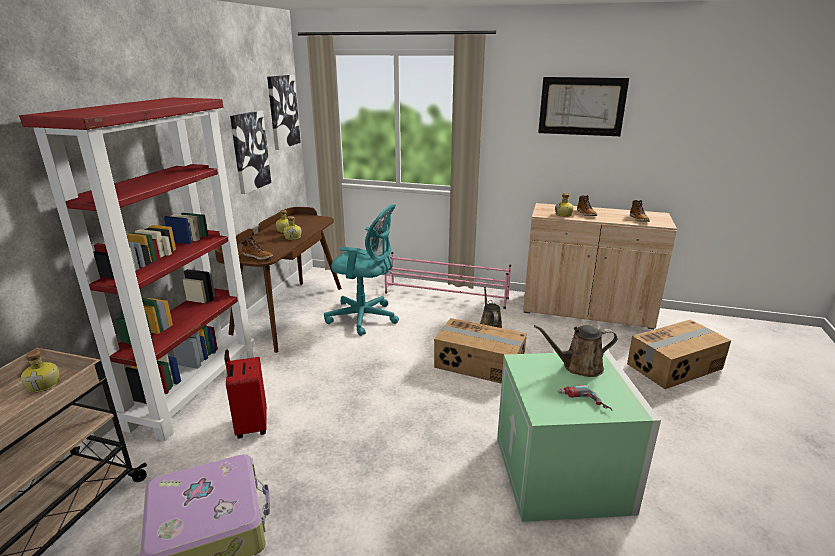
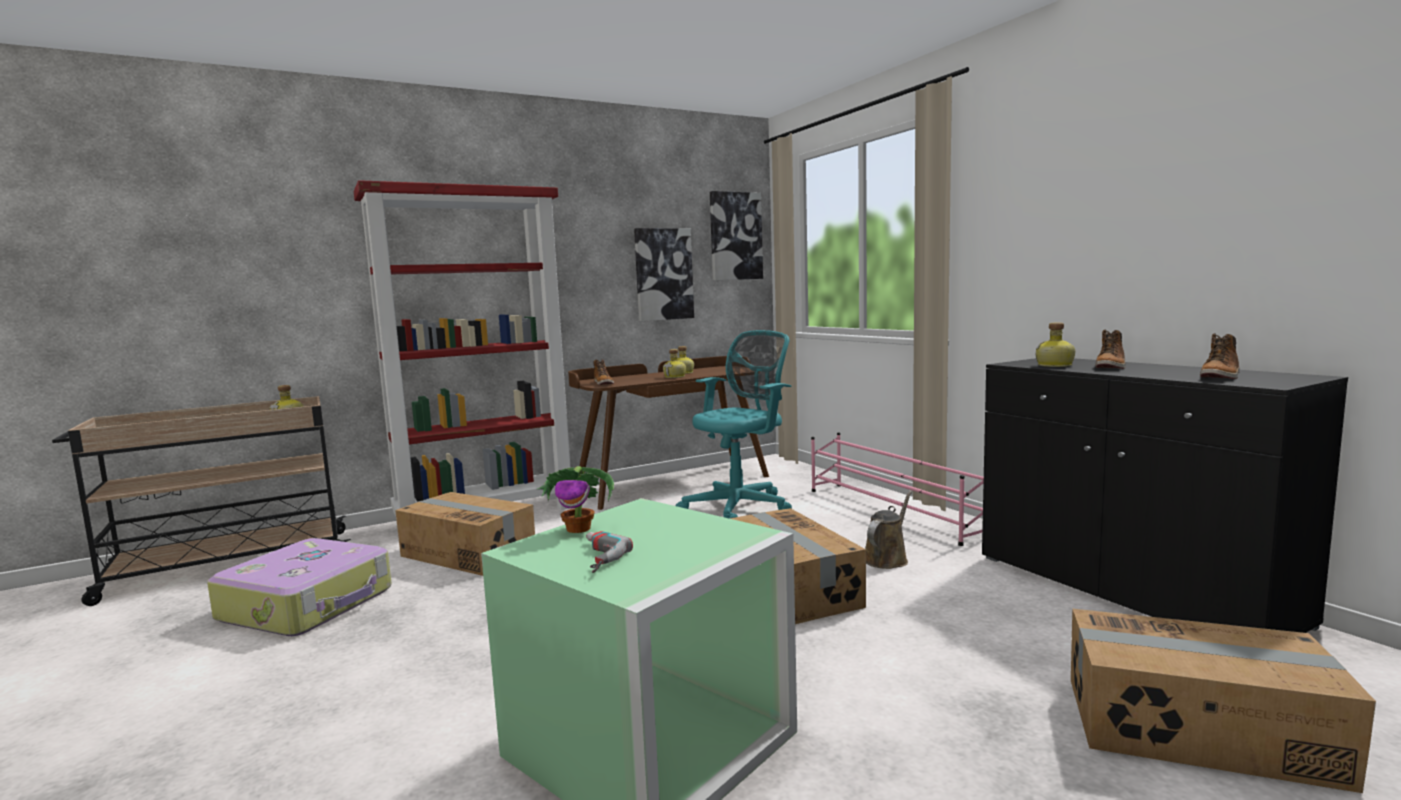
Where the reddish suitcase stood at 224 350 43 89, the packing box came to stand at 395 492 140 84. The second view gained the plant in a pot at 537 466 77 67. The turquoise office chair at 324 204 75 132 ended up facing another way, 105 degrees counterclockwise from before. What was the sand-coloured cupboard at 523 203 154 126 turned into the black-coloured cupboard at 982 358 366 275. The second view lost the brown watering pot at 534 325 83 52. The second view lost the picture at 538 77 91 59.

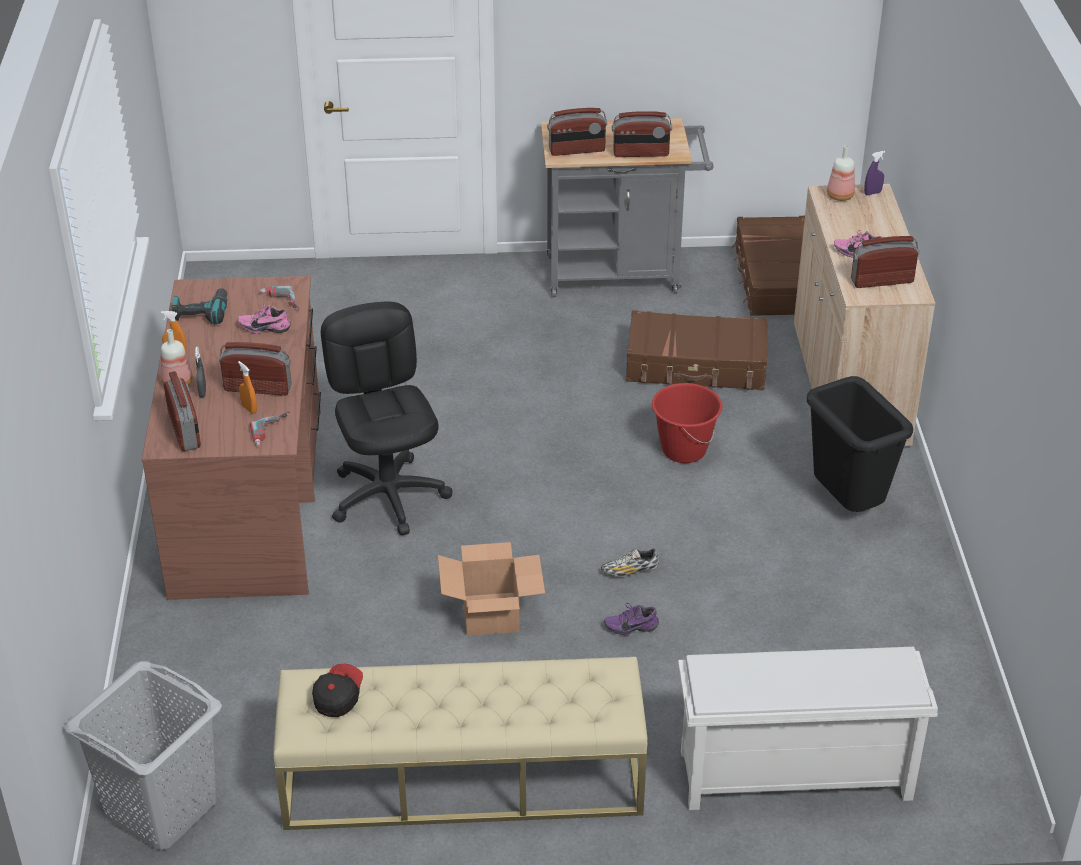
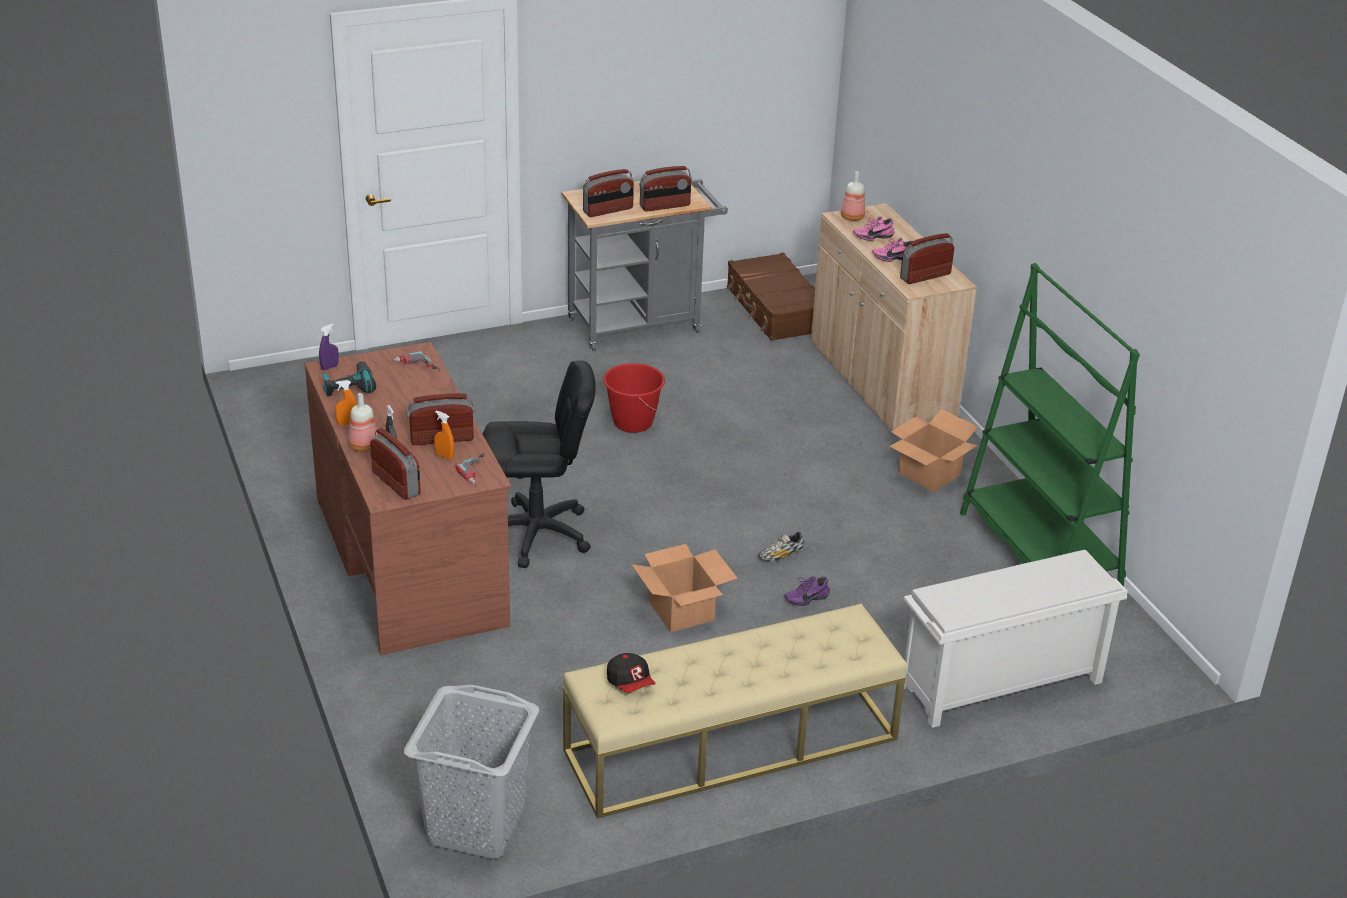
The purple-coloured spray bottle ended up elsewhere, having gone from 864 151 21 44 to 319 324 20 46. The black-coloured office chair at 321 302 131 234 ended up facing another way, 120 degrees clockwise from before. The reddish pail ended up elsewhere, having gone from 652 383 70 80 to 603 363 62 70. The peaked cap at 312 664 51 53 ended up facing another way, 150 degrees clockwise from before. The pink shoe ended up elsewhere, having gone from 238 304 53 30 to 853 216 42 25. Where the black-coloured rubbish bin stood at 807 376 106 136, the packing box came to stand at 889 409 89 83. The second view gained the greenish bookshelf at 960 263 180 323. The second view lost the brown suitcase at 626 310 142 81.

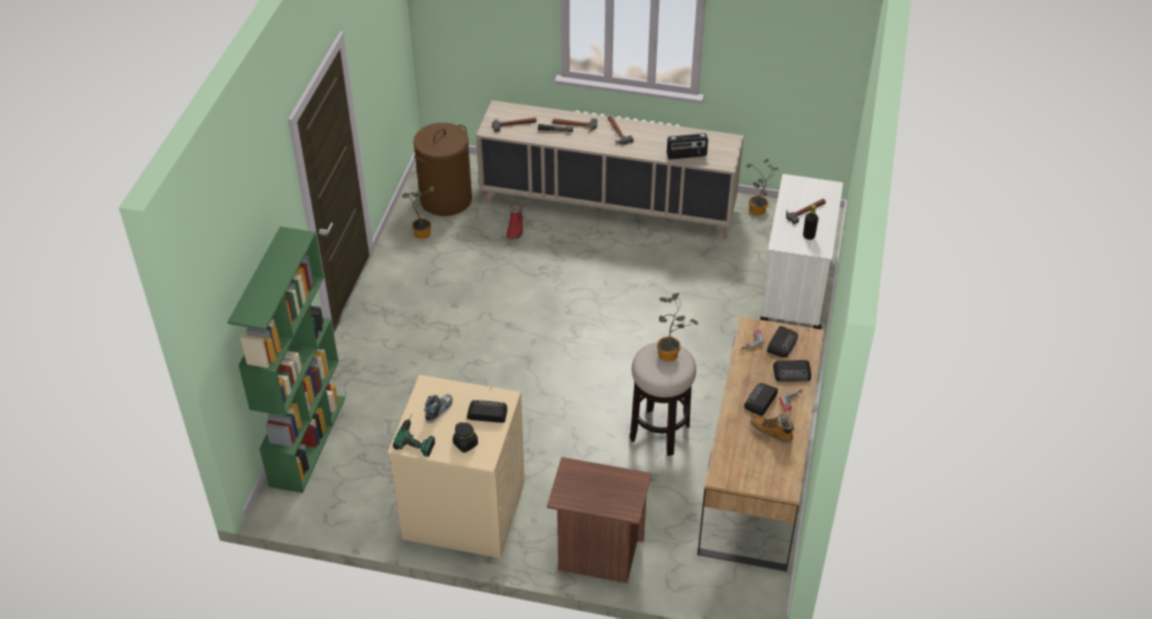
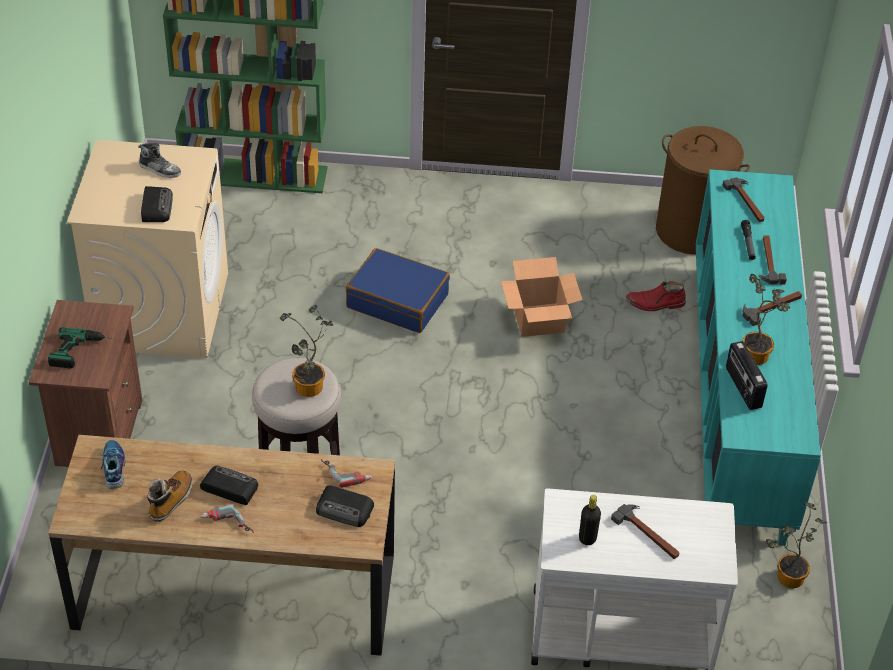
The electric drill ended up elsewhere, having gone from 393 414 42 43 to 48 327 67 41. The second view gained the shoe at 101 440 25 49. The second view gained the bluish suitcase at 346 248 104 85. The second view gained the packing box at 501 257 81 80. What was the sand-coloured cupboard at 476 100 268 139 turned into the turquoise cupboard at 696 169 125 377. The plant in a pot ended up elsewhere, having gone from 402 186 33 53 to 743 274 47 91. The second view lost the black-coloured preserve jar at 453 422 25 31. The second view lost the radio receiver at 773 360 38 22.

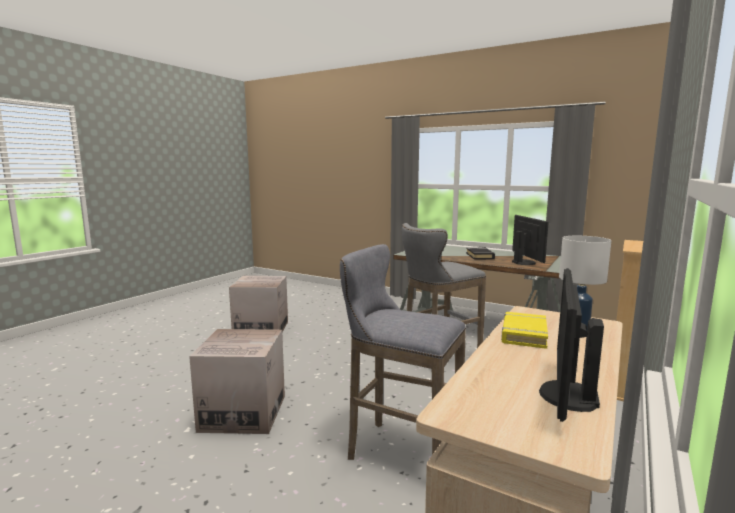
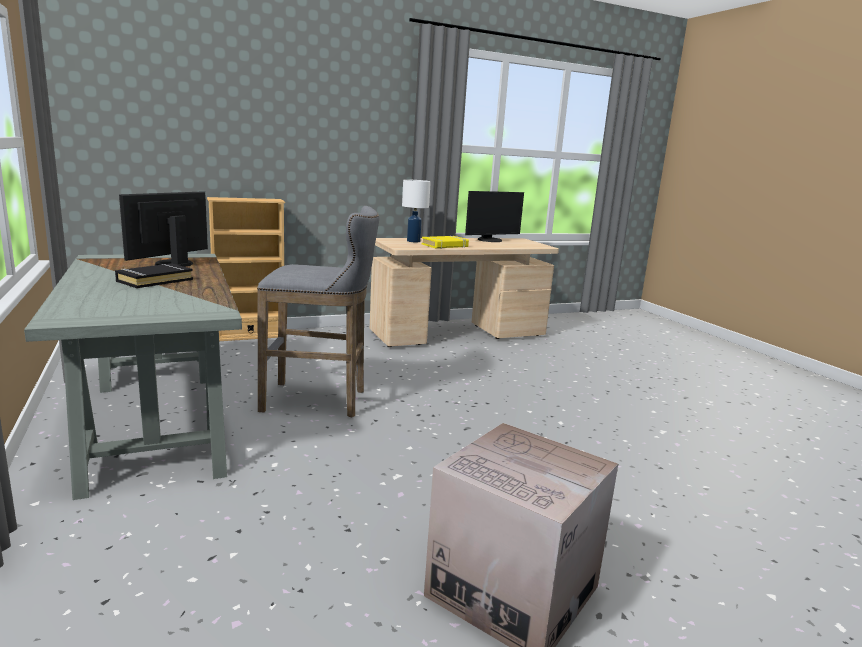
The second view lost the packing box at 189 329 96 105. The second view lost the grey sitting stool at 340 244 126 216.

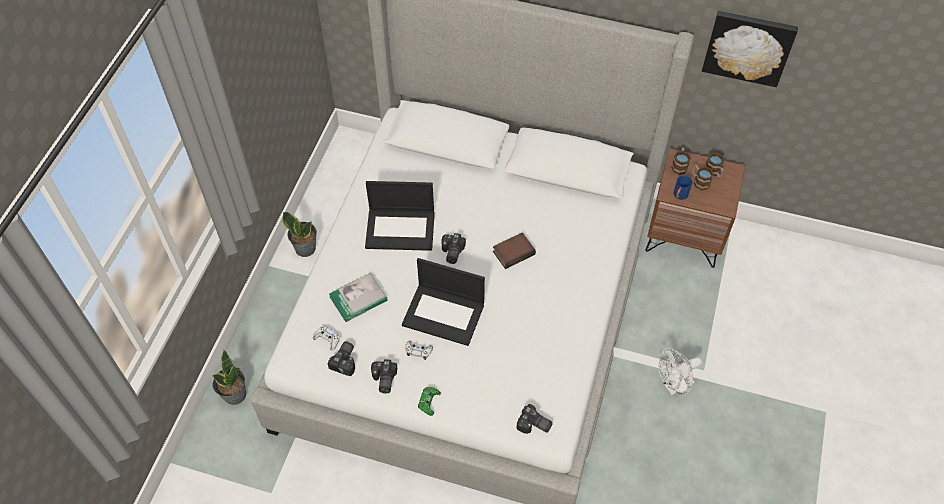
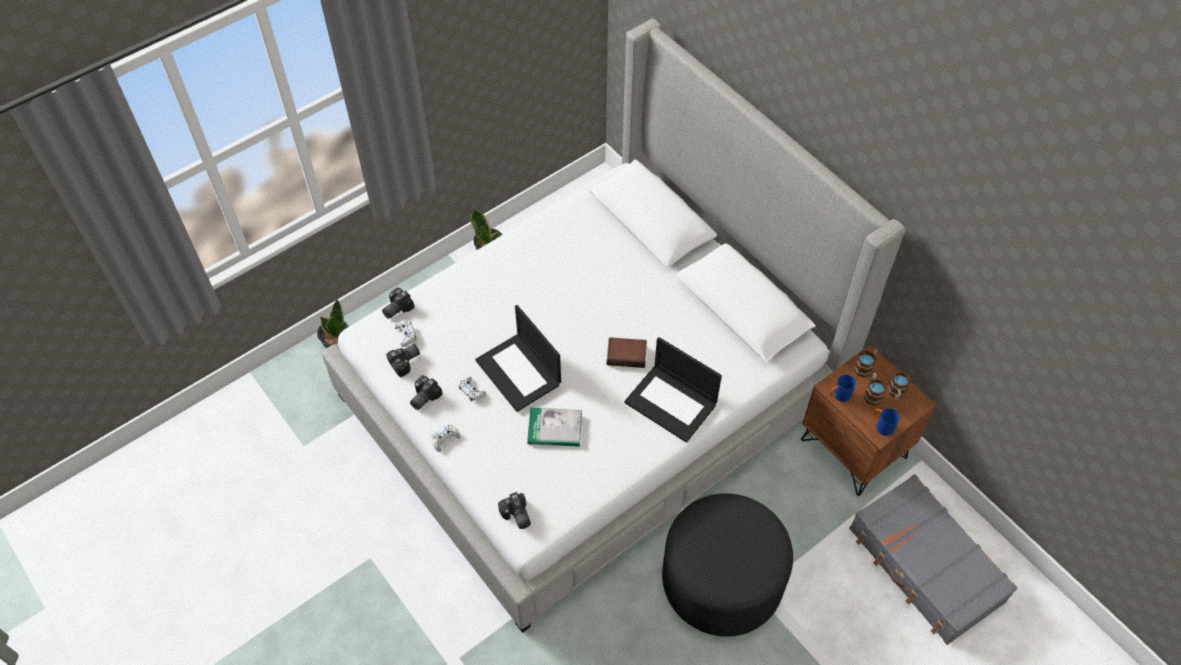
The photo camera ended up elsewhere, having gone from 442 233 24 31 to 382 288 33 31. What was the greenish gamepad at 418 387 23 29 turned into the white gamepad at 431 424 30 28. The bound book ended up elsewhere, having gone from 329 273 59 49 to 527 408 55 39. The notebook computer ended up elsewhere, having gone from 365 181 70 70 to 624 337 98 106. Where the white fan stood at 658 348 44 47, the black-coloured pouffe came to stand at 662 493 131 144. The second view gained the grey suitcase at 849 474 169 171. The second view gained the bluish mug at 874 408 26 28. The second view lost the picture at 702 11 96 76.

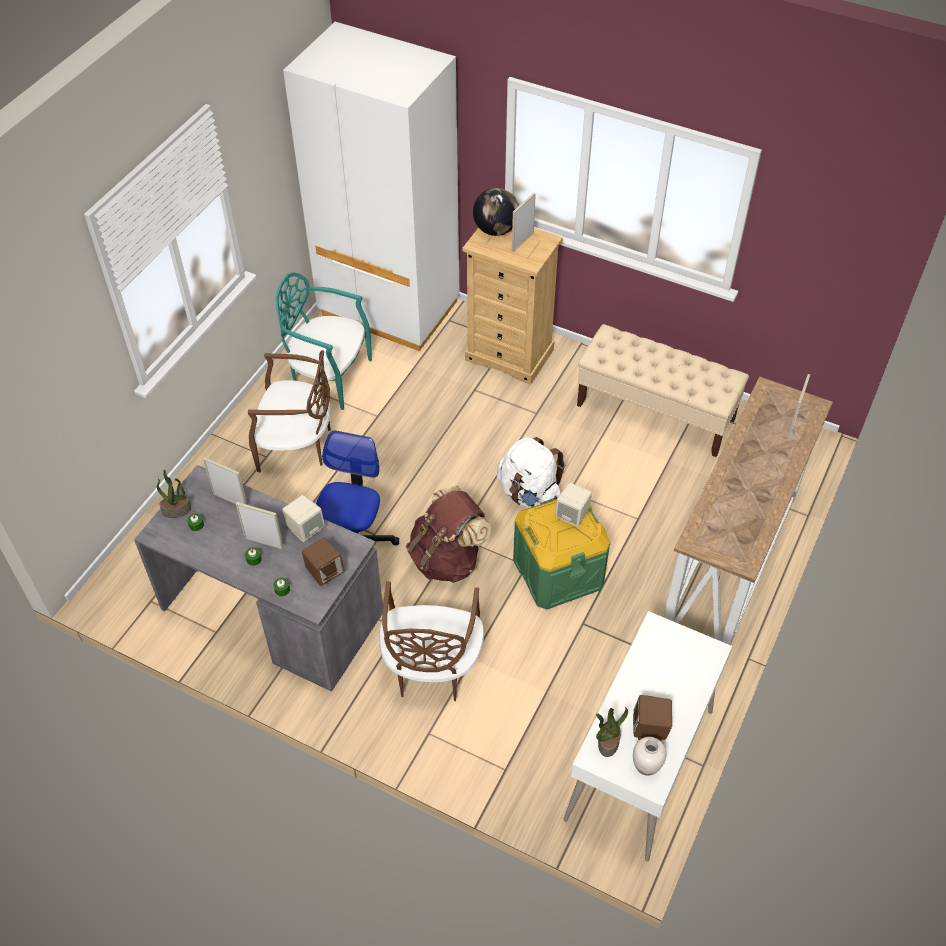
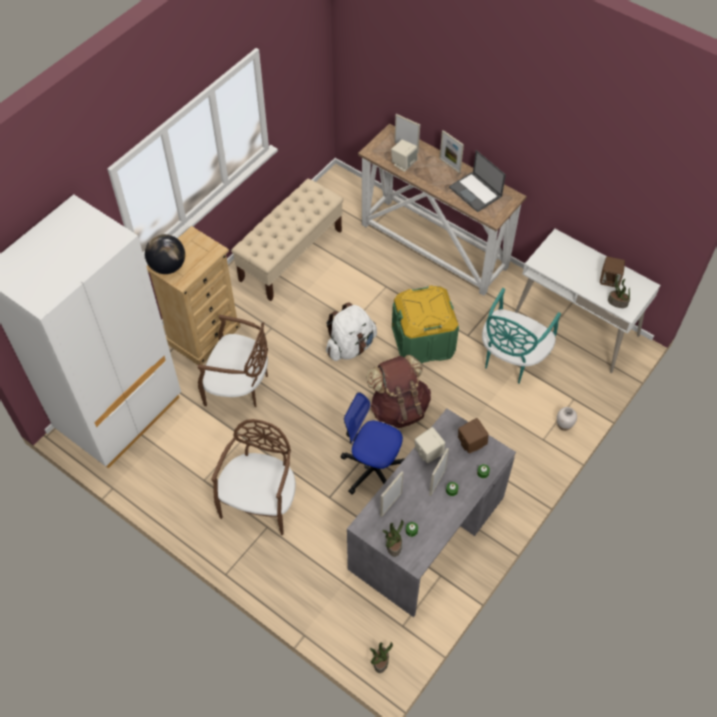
The brown plain chair ended up elsewhere, having gone from 379 581 105 120 to 197 315 71 92. The second view gained the plant in a pot at 370 642 23 31. The sand-coloured loudspeaker ended up elsewhere, having gone from 555 483 37 44 to 391 140 26 32. The picture frame ended up elsewhere, having gone from 512 193 24 59 to 439 130 25 43. The second view gained the notebook computer at 449 150 57 62. The turquoise plain chair ended up elsewhere, having gone from 275 272 97 138 to 482 288 79 96. The white vase ended up elsewhere, having gone from 633 737 34 39 to 557 407 20 24.

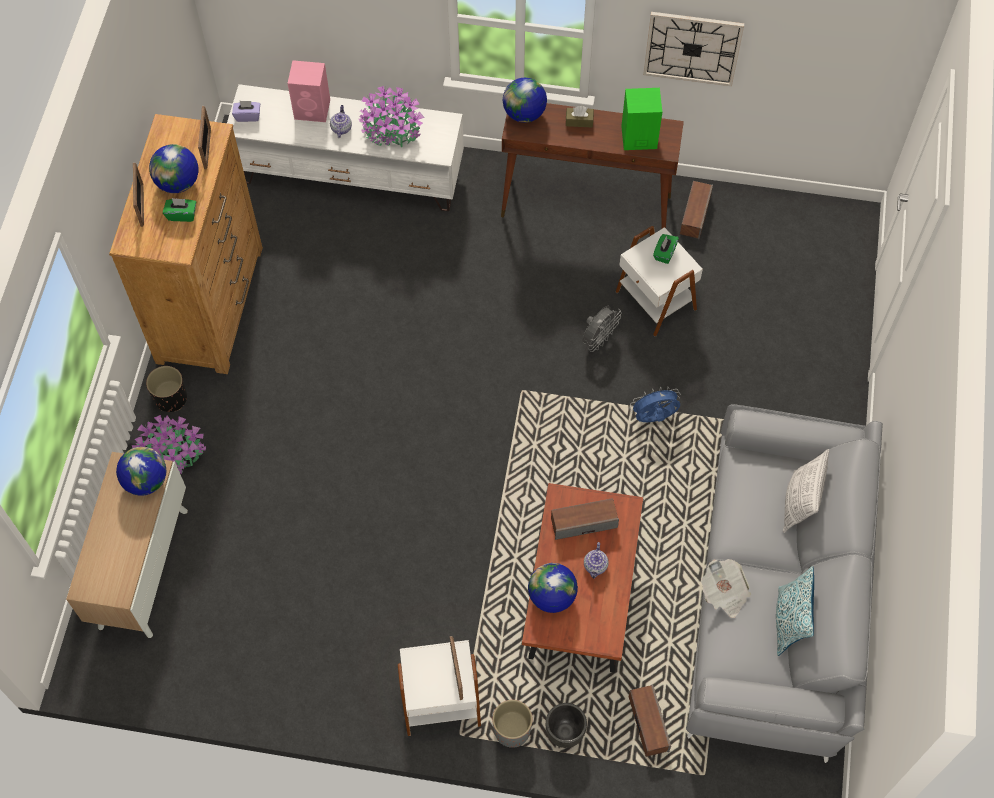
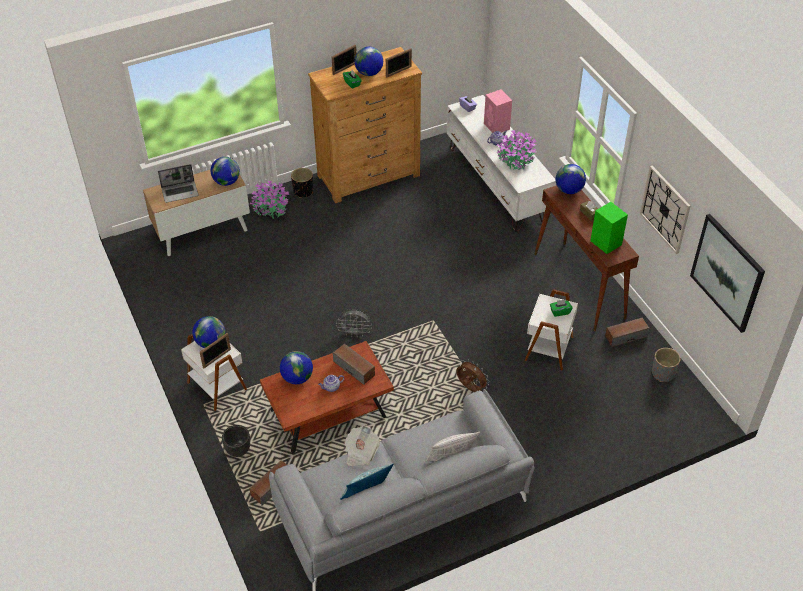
The second view gained the notebook computer at 158 164 41 39. The second view gained the desk globe at 192 316 33 32. The grey fan ended up elsewhere, having gone from 583 306 39 46 to 336 309 36 28. What was the bluish fan at 630 387 51 35 turned into the brown fan at 456 359 33 33. The grey planter ended up elsewhere, having gone from 492 700 41 48 to 652 348 29 34. The second view gained the picture at 690 214 75 119.

